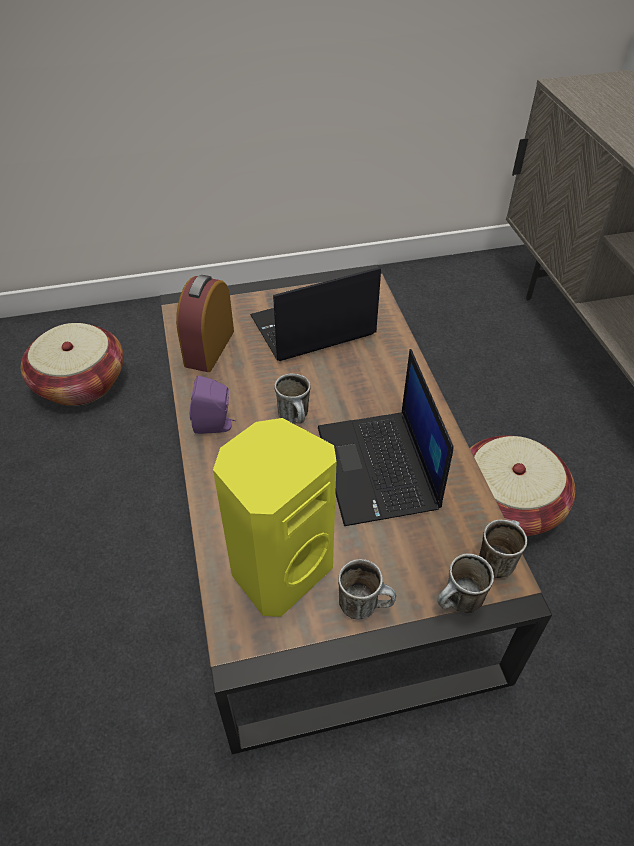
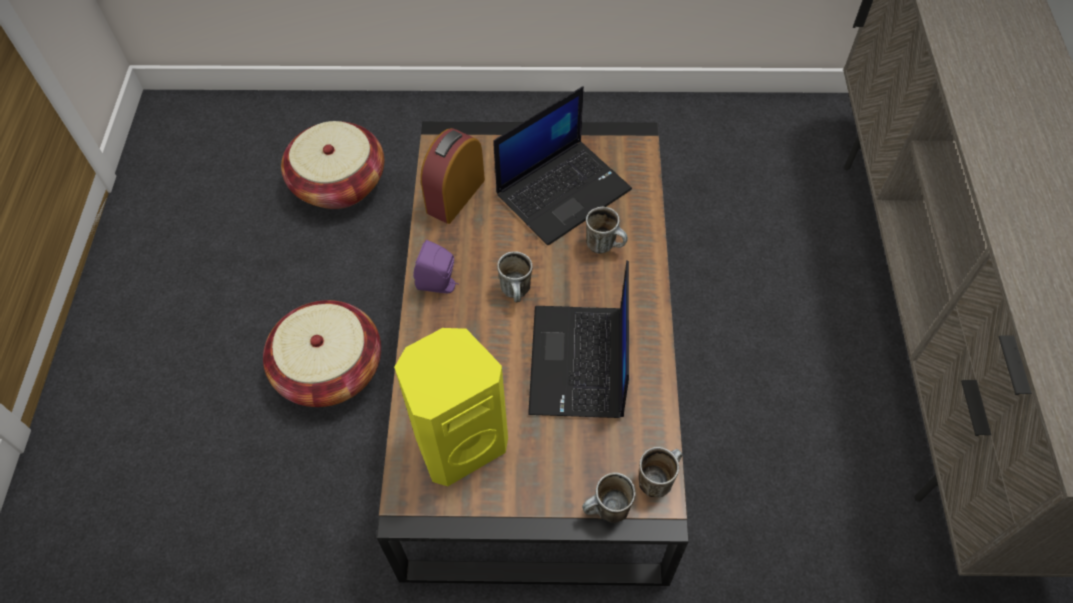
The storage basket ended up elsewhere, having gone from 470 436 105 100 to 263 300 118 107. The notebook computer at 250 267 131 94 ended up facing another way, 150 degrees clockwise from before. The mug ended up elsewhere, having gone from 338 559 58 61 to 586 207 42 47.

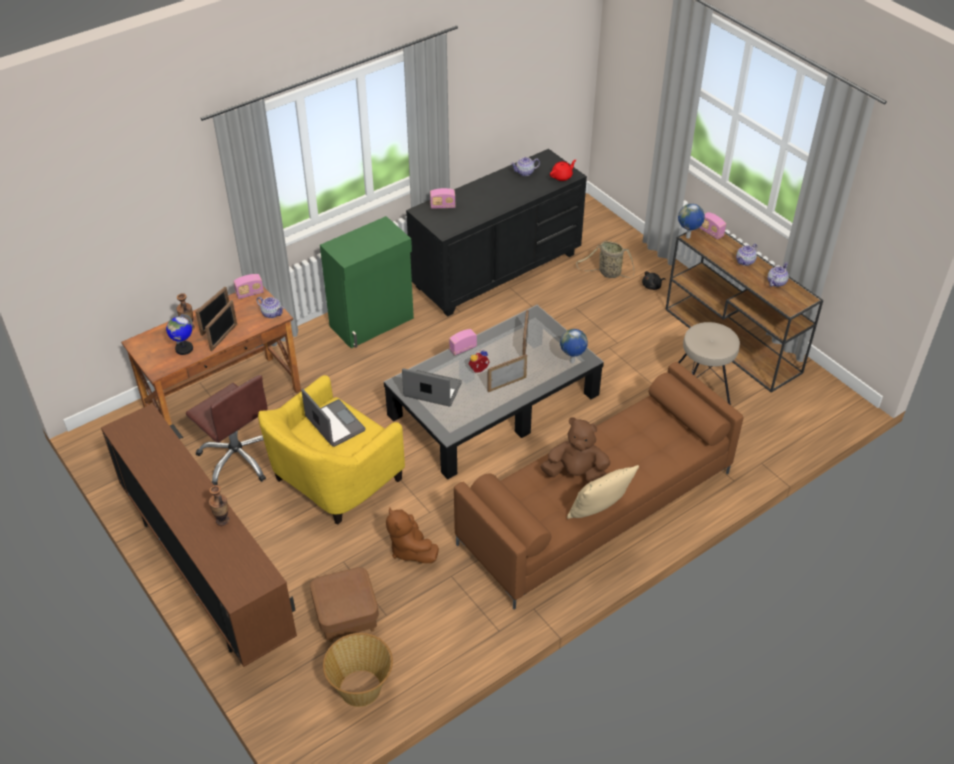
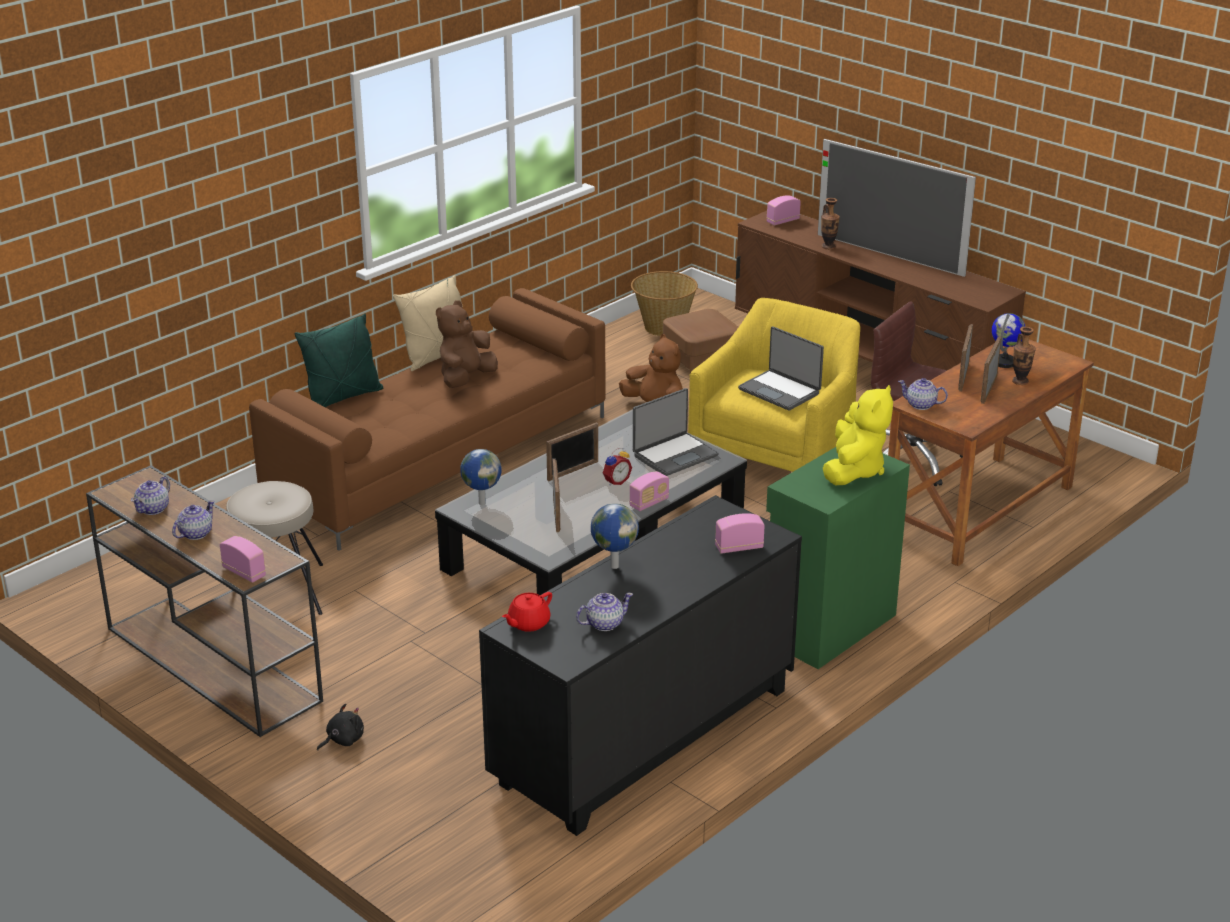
The second view gained the greenish cushion at 295 314 88 93. The brown plush toy at 540 417 70 67 ended up facing another way, 120 degrees clockwise from before. The desk globe ended up elsewhere, having gone from 678 204 27 34 to 591 503 48 66. The notebook computer at 402 368 60 39 ended up facing another way, 45 degrees counterclockwise from before. The radio receiver ended up elsewhere, having gone from 233 274 31 25 to 766 195 35 31. The second view gained the television at 818 139 158 138. The second view gained the yellowish plush toy at 823 385 70 100. The second view lost the storage basket at 576 241 58 37.

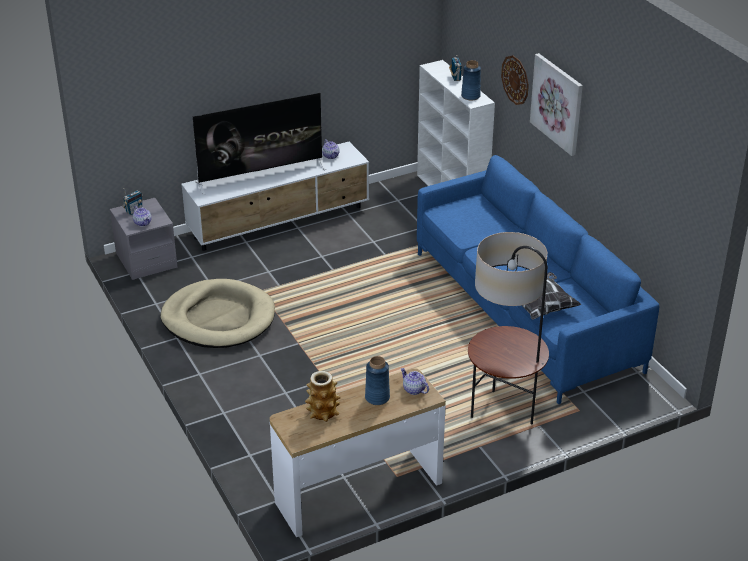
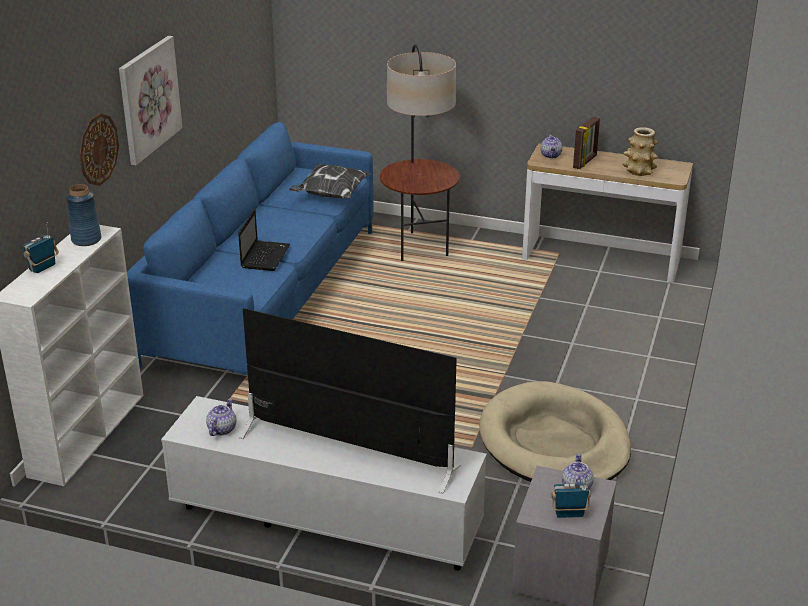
The second view gained the notebook computer at 238 209 52 62. Where the bluish vase stood at 365 356 25 49, the picture frame came to stand at 573 117 27 52.

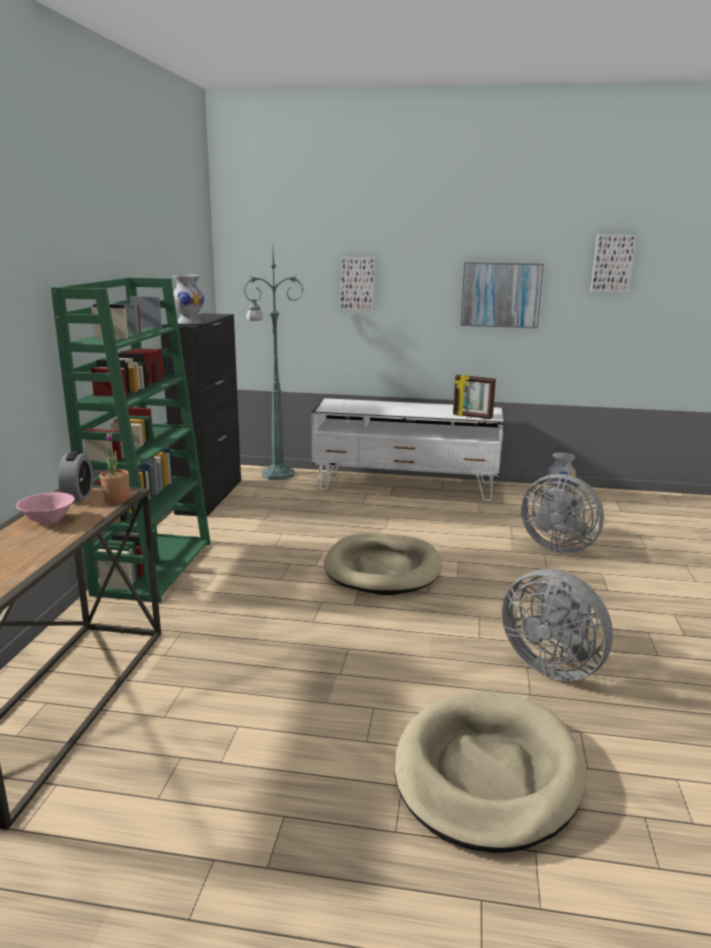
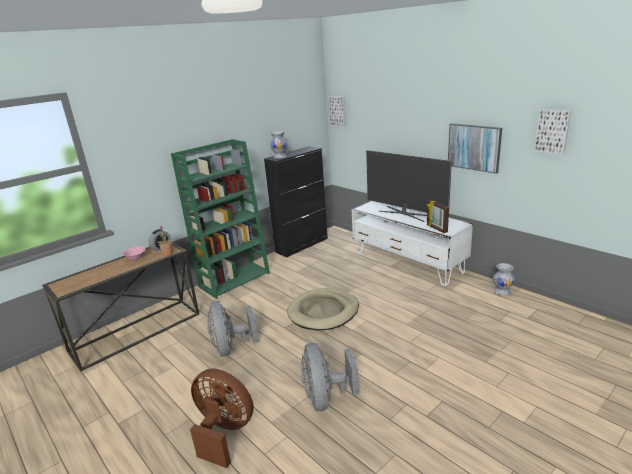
Where the sand-coloured dog bed stood at 394 691 192 162, the brown fan came to stand at 190 368 64 100. The grey fan ended up elsewhere, having gone from 521 474 83 79 to 208 301 51 55. The picture ended up elsewhere, having gone from 340 257 35 54 to 329 96 17 31. The second view gained the television at 366 150 86 72. The second view lost the greenish standard lamp at 244 250 60 230.

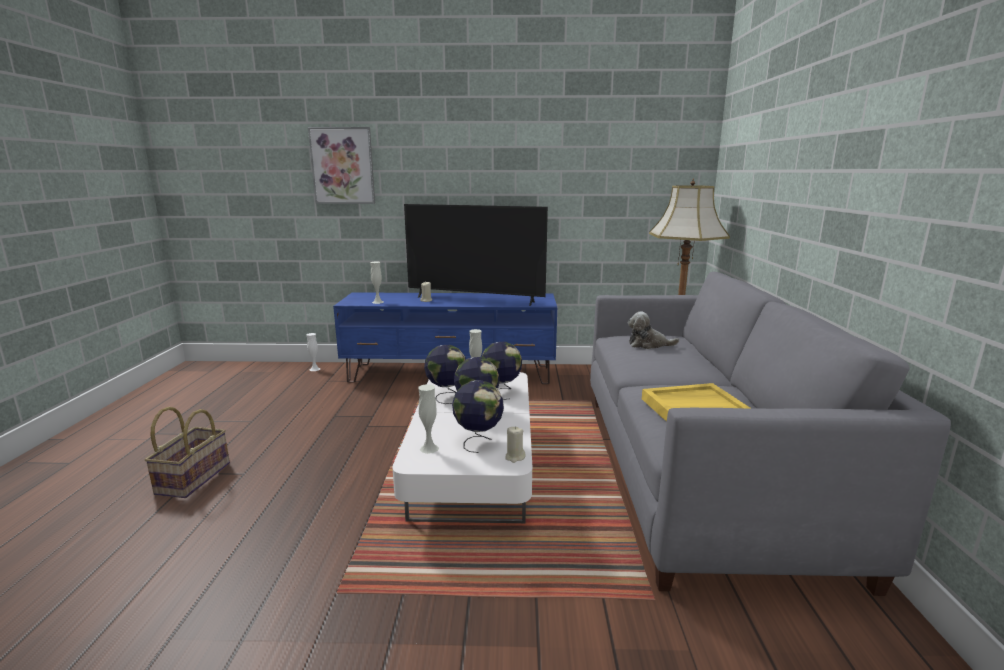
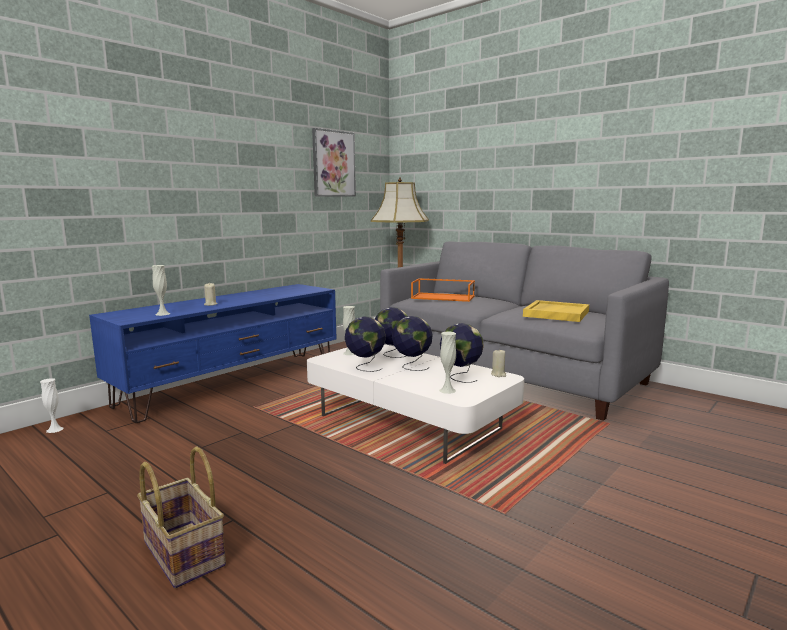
The picture ended up elsewhere, having gone from 308 127 67 77 to 312 128 44 69. Where the plush toy stood at 627 312 52 37, the orange tray came to stand at 411 278 64 24. The second view lost the television at 404 204 144 102.

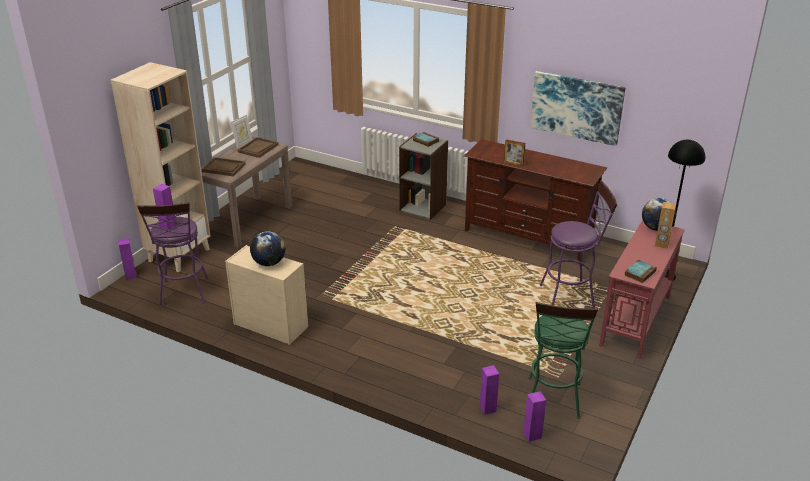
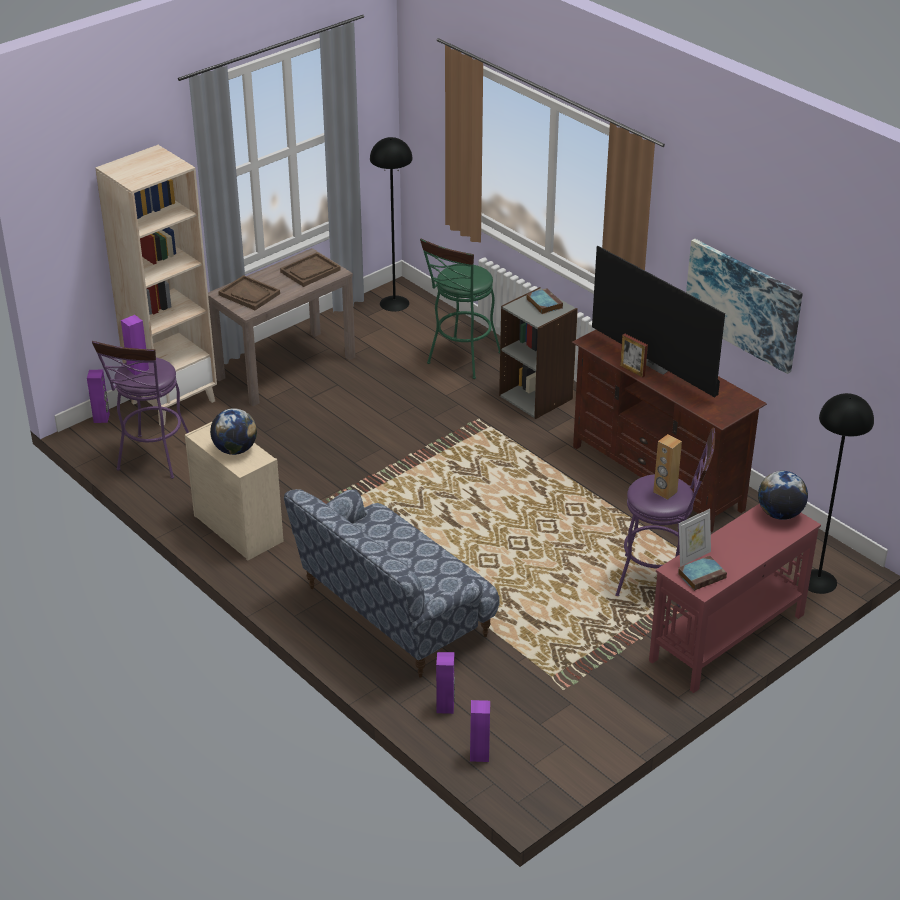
The second view gained the settee at 284 489 216 189. The second view gained the black-coloured standard lamp at 370 137 43 175. The greenish sitting stool ended up elsewhere, having gone from 529 302 69 117 to 420 239 80 140. The second view gained the television at 592 246 133 151. The brown loudspeaker ended up elsewhere, having gone from 655 202 21 47 to 653 434 29 66. The picture frame ended up elsewhere, having gone from 231 115 22 34 to 679 509 32 58.

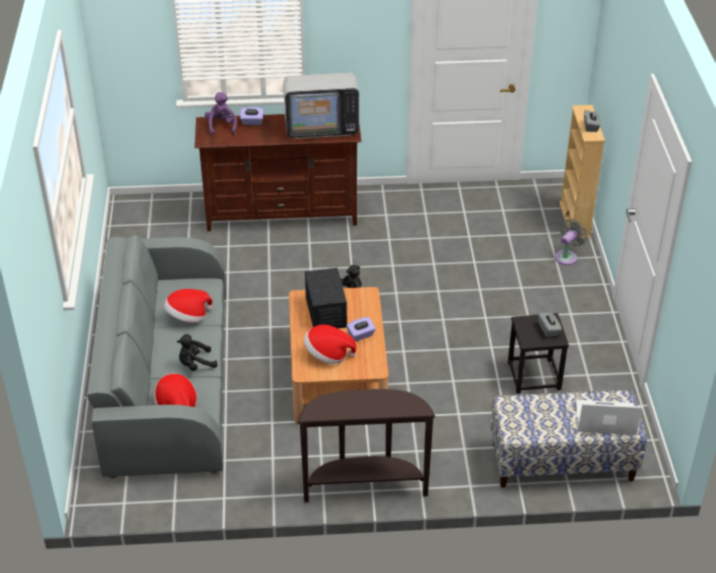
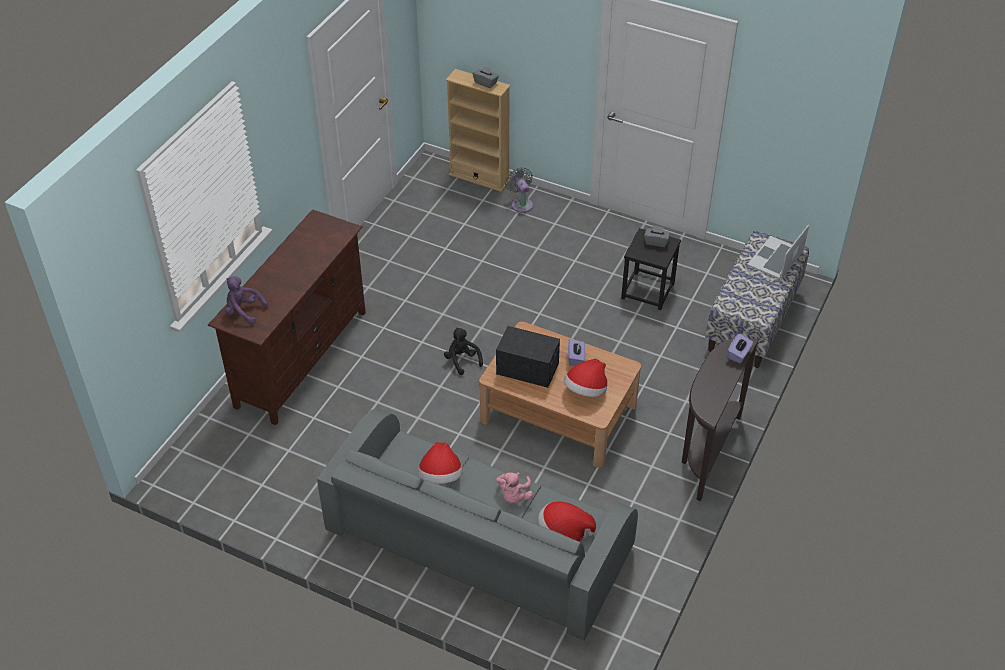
What was the black-coloured plush toy at 177 334 41 37 turned into the pink plush toy at 496 472 37 31. The purple-coloured box of tissues ended up elsewhere, having gone from 240 107 24 18 to 727 333 26 30. The second view lost the television at 283 73 76 66.

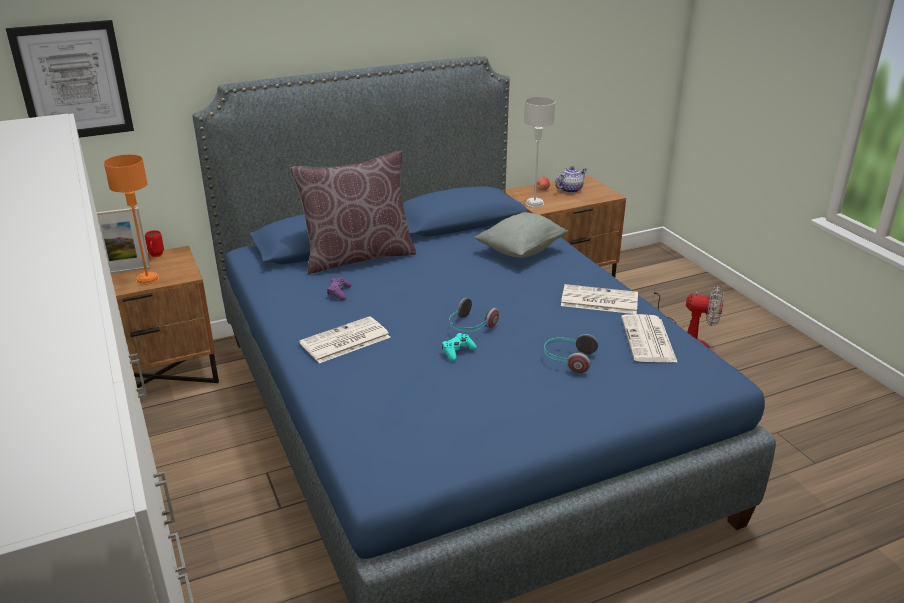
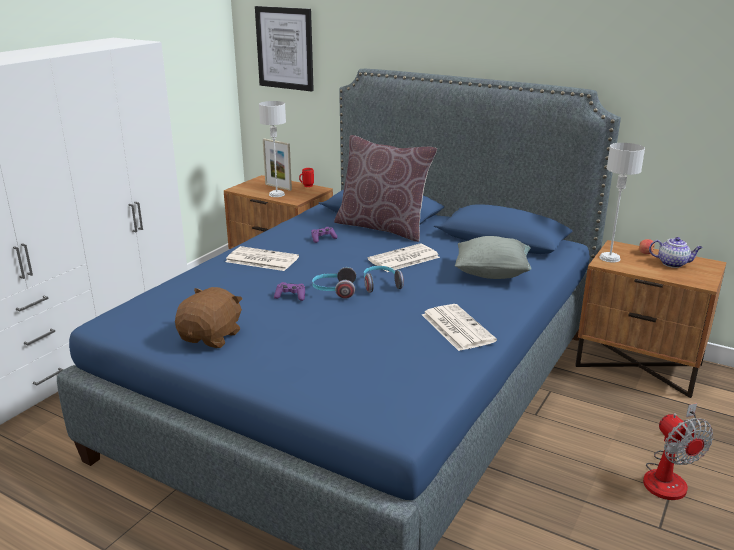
The second view gained the brown plush toy at 175 287 67 61. What was the orange tabletop lamp at 104 155 55 130 turned into the grey tabletop lamp at 259 101 27 96. What was the turquoise gamepad at 442 333 35 28 turned into the purple-coloured gamepad at 274 282 31 19. The headset ended up elsewhere, having gone from 544 334 54 39 to 364 266 40 27. The daily paper ended up elsewhere, having gone from 621 314 57 49 to 368 244 72 28.

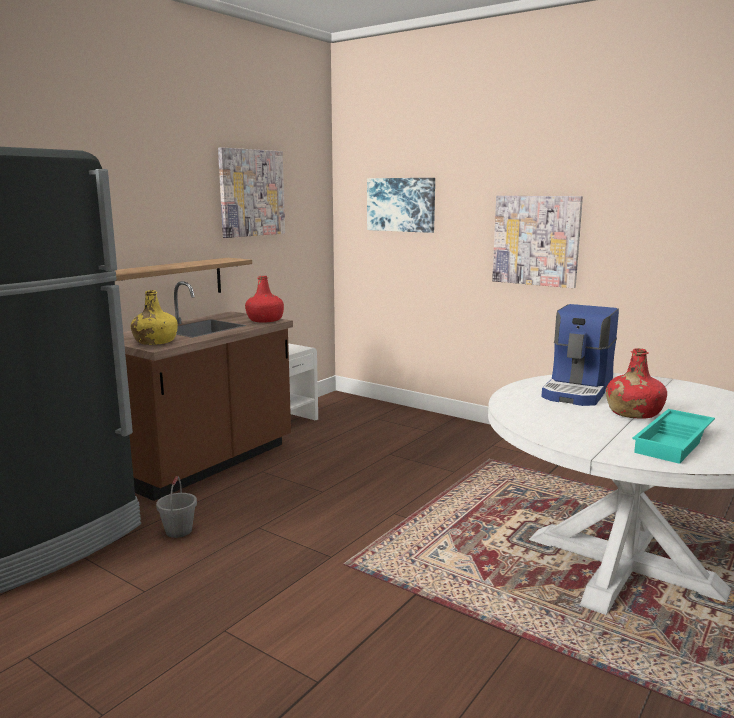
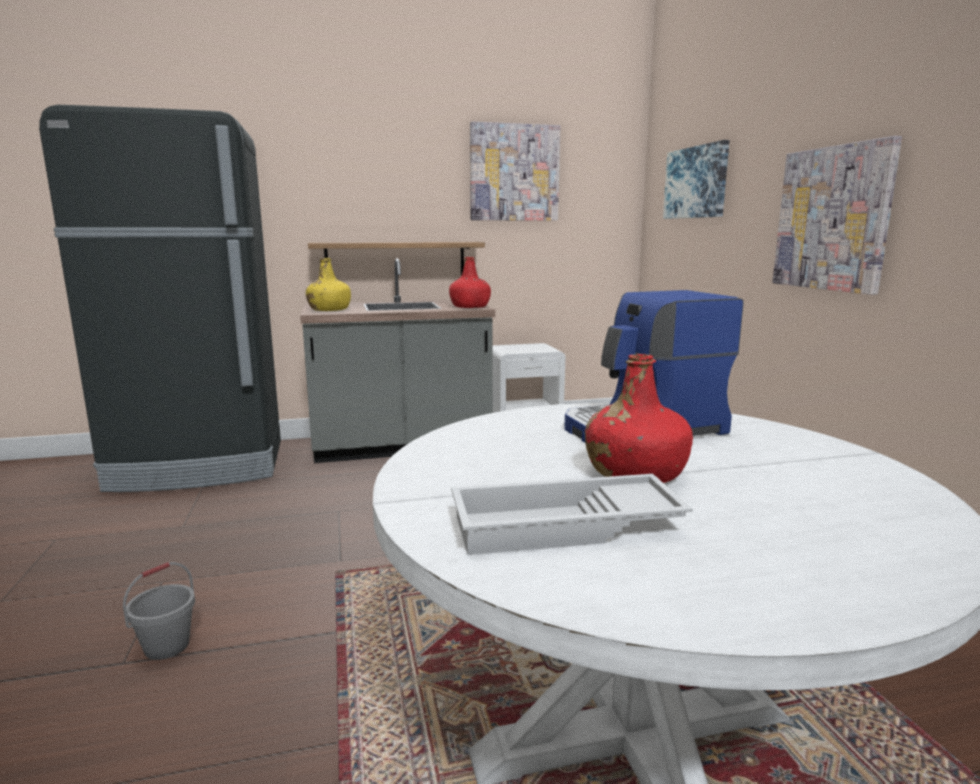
The grey pail ended up elsewhere, having gone from 156 476 41 62 to 123 562 72 98. What was the brown kitchen counter at 123 281 170 220 turned into the grey kitchen counter at 300 258 195 205. What was the turquoise tray at 632 409 83 55 turned into the white tray at 451 474 242 81.

